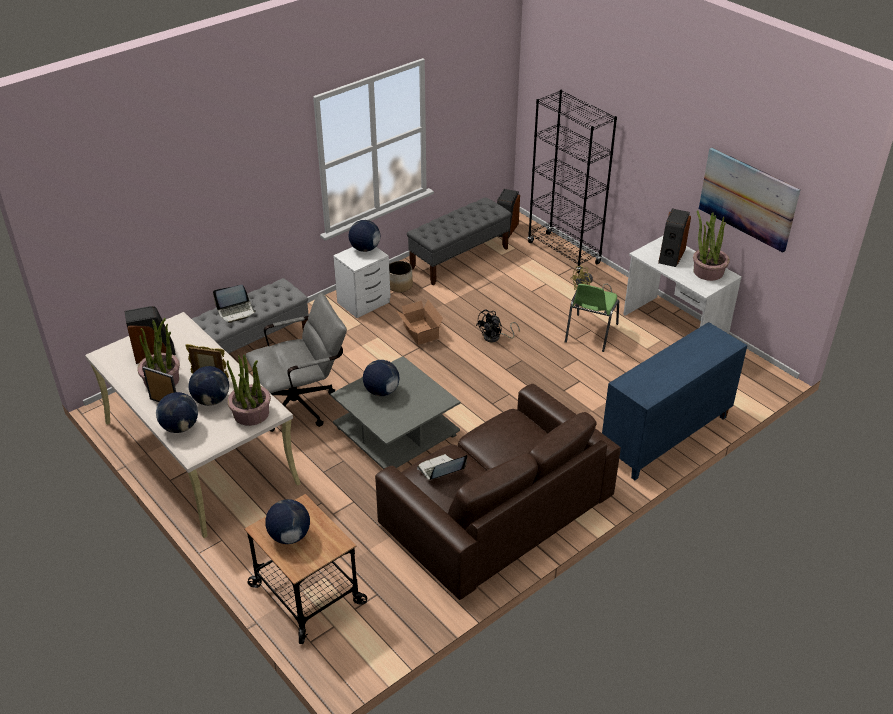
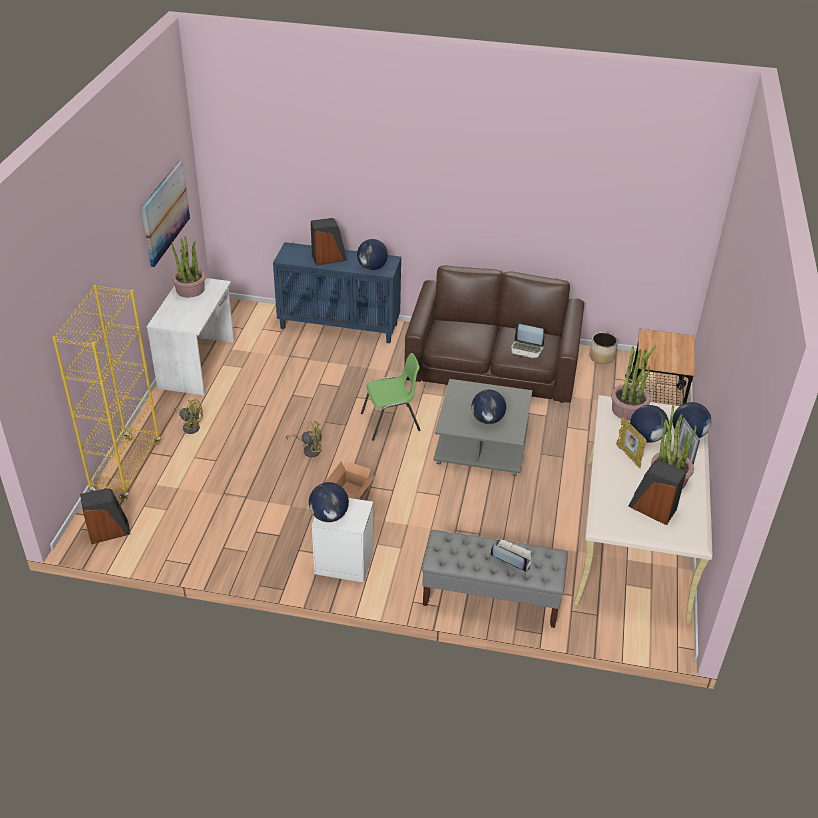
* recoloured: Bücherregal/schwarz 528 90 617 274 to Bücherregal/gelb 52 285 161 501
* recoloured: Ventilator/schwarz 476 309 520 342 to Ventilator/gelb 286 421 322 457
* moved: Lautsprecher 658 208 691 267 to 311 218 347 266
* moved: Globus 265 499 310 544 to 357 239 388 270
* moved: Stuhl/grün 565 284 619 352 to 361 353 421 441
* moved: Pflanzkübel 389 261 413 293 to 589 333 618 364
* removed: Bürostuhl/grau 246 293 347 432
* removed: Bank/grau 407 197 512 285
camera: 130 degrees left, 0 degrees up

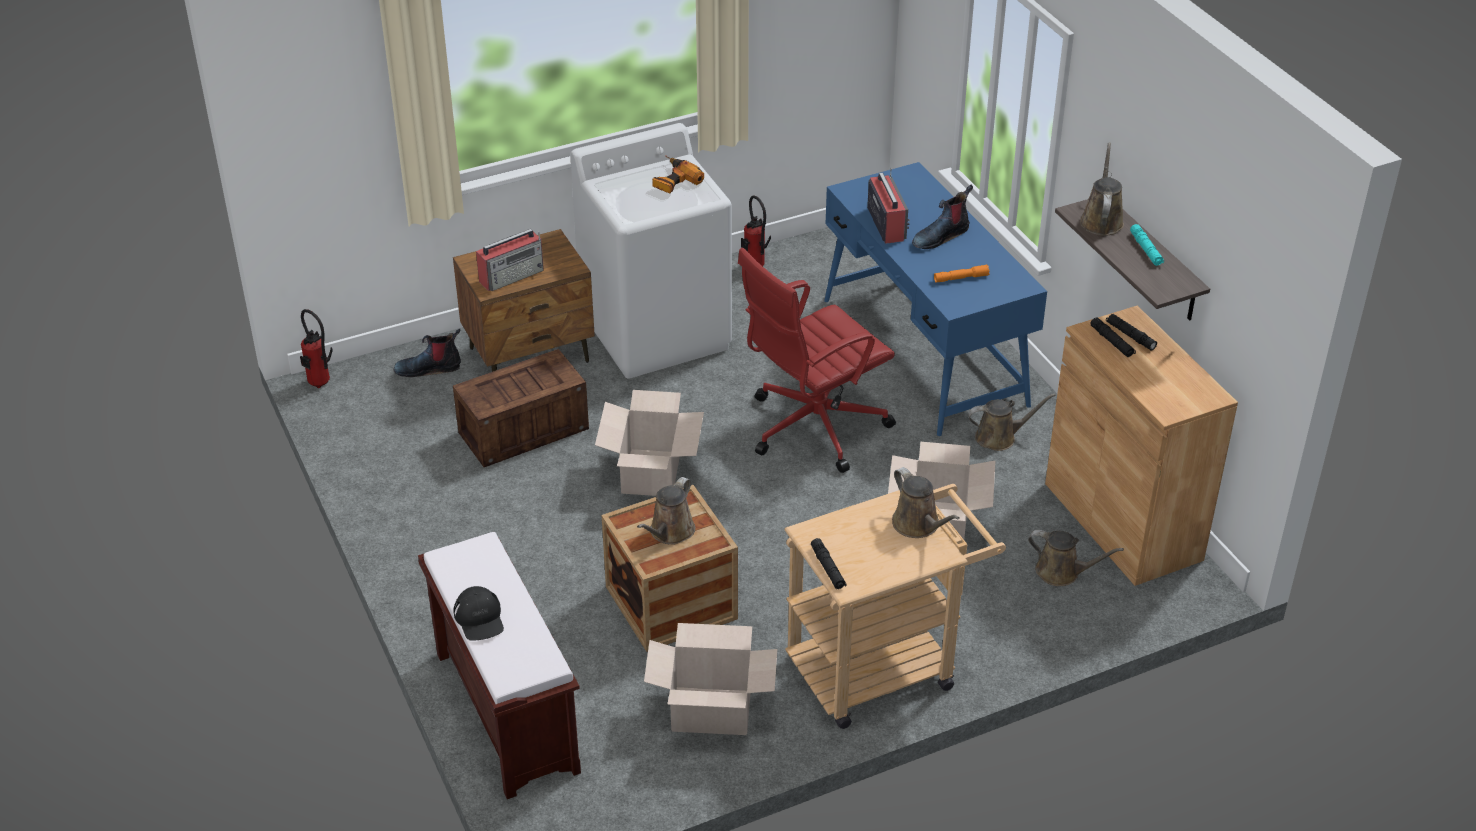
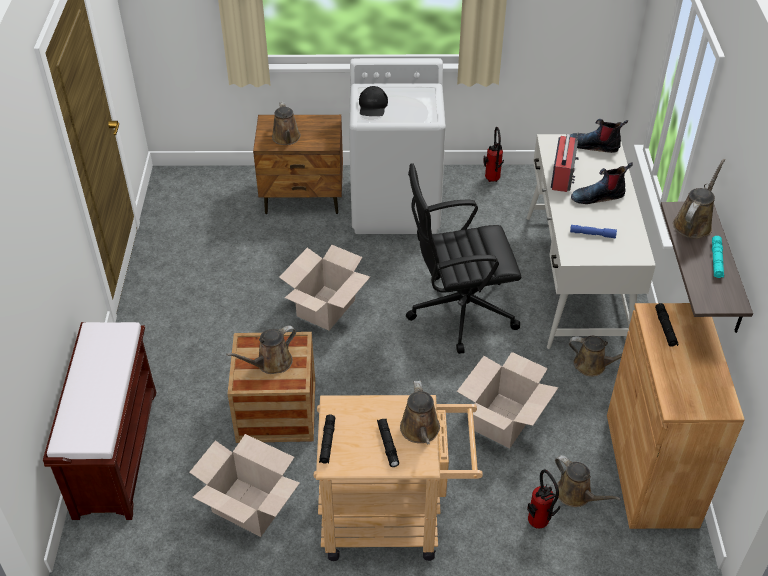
* replaced: Radio 476 229 544 291 to Gießkanne/braun 272 102 301 145
* moved: Kappe/schwarz 453 586 504 641 to 359 86 388 116
* moved: Taschenlampe/schwarz 1106 314 1157 351 to 377 419 399 467
* recoloured: Bürostuhl/rot 738 248 896 473 to Bürostuhl/schwarz 406 163 521 354
* recoloured: Schreibtisch/blau 824 162 1047 436 to Schreibtisch/weiß 527 134 656 349
* moved: Feuerlöscher 300 309 333 388 to 527 470 560 529
* moved: Stiefel 394 329 461 377 to 570 119 628 153
* recoloured: Taschenlampe/orange 934 264 990 283 to Taschenlampe/blau 570 225 617 239
* removed: Kiste 453 349 589 467
* removed: Bohrmaschine 652 155 704 193
camera: 25 degrees right, 5 degrees up

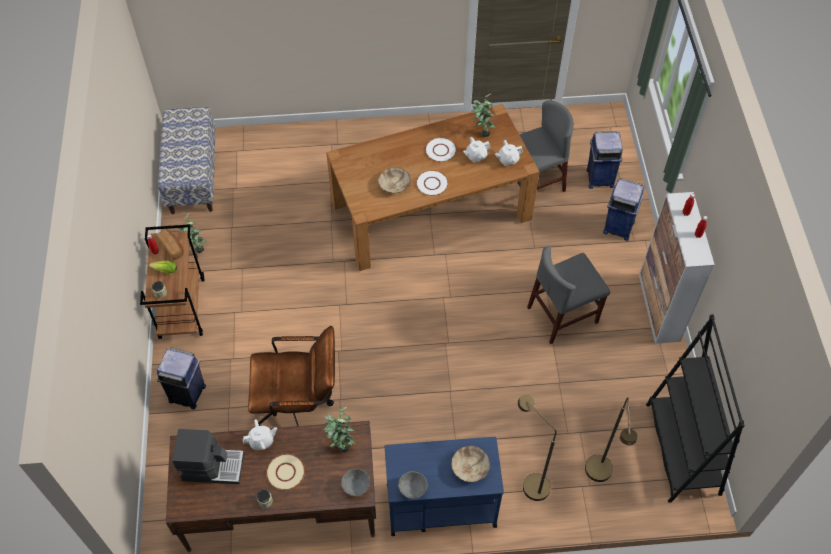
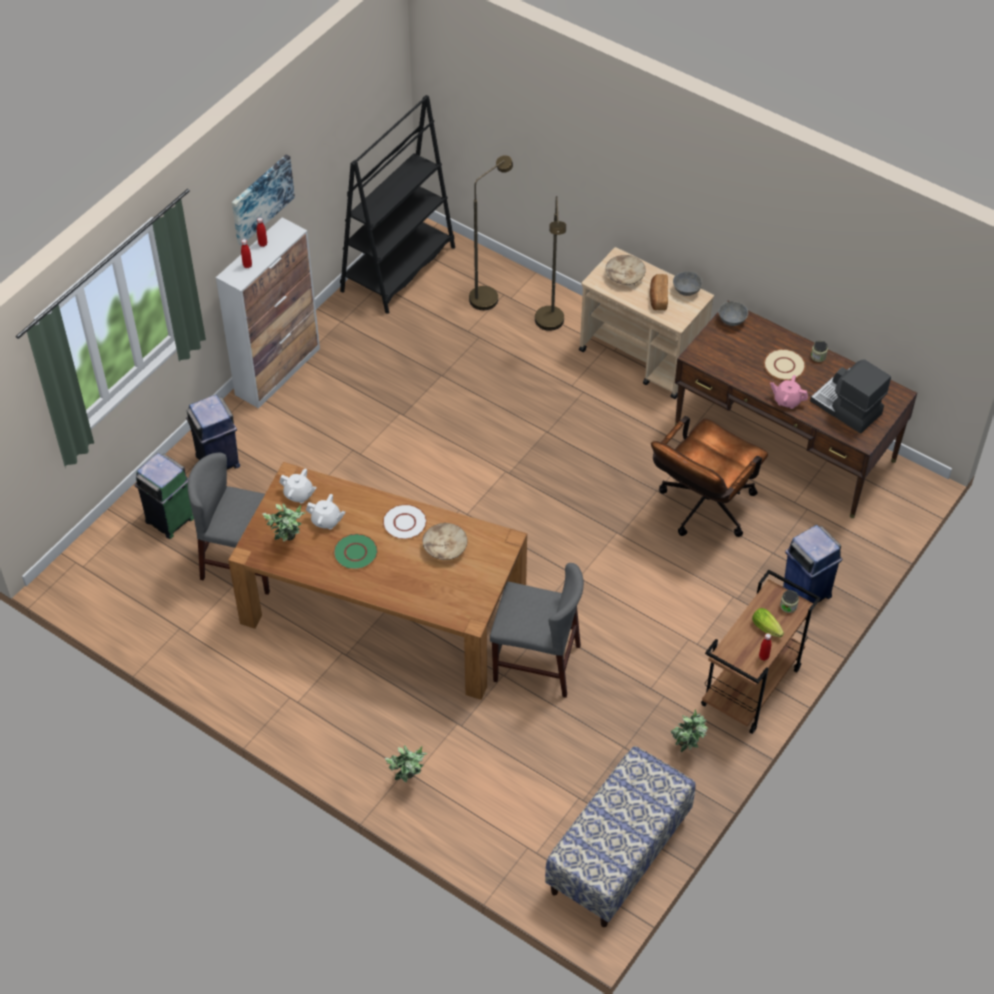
* recoloured: Mülleimer/blau 587 131 623 189 to Mülleimer/grün 135 453 194 539
* added: Bild 232 154 295 245
* recoloured: Teller/weiß 425 137 457 162 to Teller/grün 333 534 378 570
* moved: Topfpflanze 324 407 355 452 to 385 745 427 782
* moved: Stuhl/grau 527 246 610 344 to 490 563 584 698
* recoloured: Rollwagen/blau 385 437 504 536 to Rollwagen/beige 579 247 714 399
* moved: Brot 157 229 184 260 to 650 274 668 310
* turned: Bürostuhl/braun 248 326 335 426 = 651 416 768 537 90 degrees counterclockwise
* recoloured: Teekanne/weiß 243 419 277 450 to Teekanne/rosa 770 375 808 409
camera: 140 degrees left, 5 degrees down

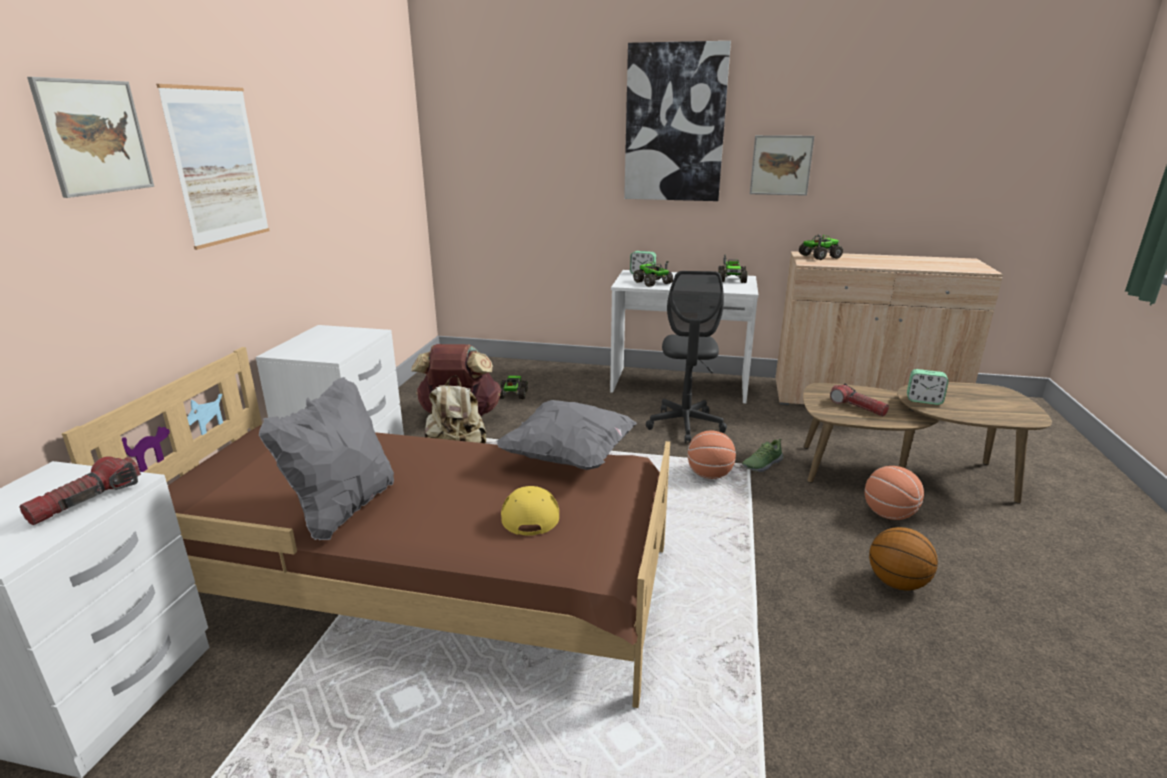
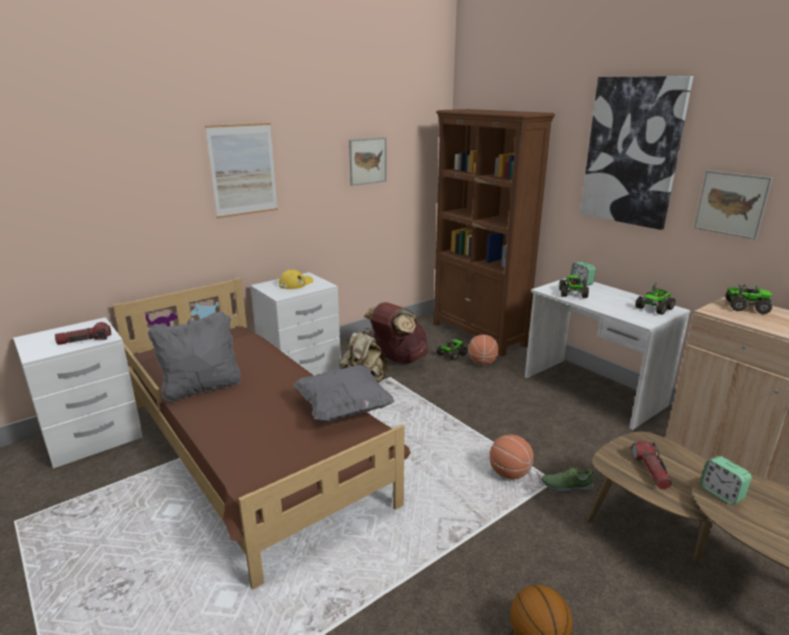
* moved: Kappe/gelb 501 486 559 536 to 279 270 314 289
* moved: Bild 27 77 154 198 to 349 137 387 186
* added: Bücherregal/braun 433 109 555 356
* moved: Basketball 865 466 924 520 to 468 335 499 365
* removed: Bürostuhl/grau 646 271 727 443
camera: 40 degrees right, 0 degrees up

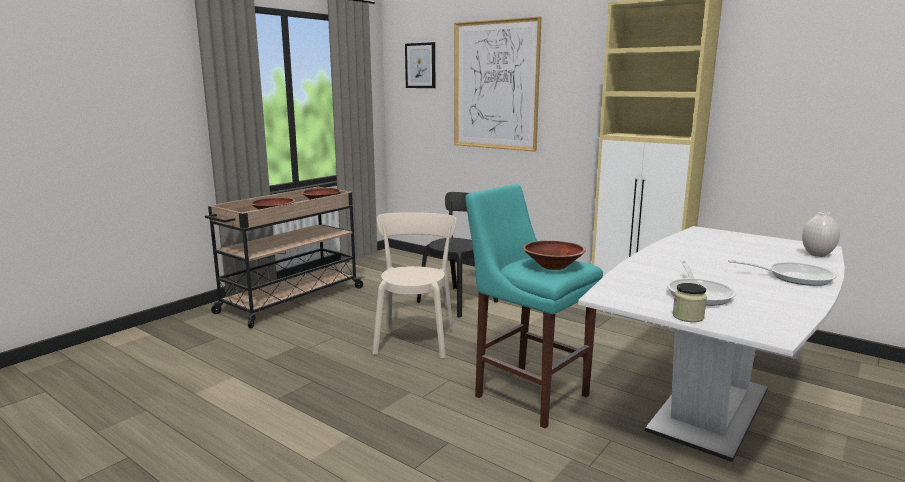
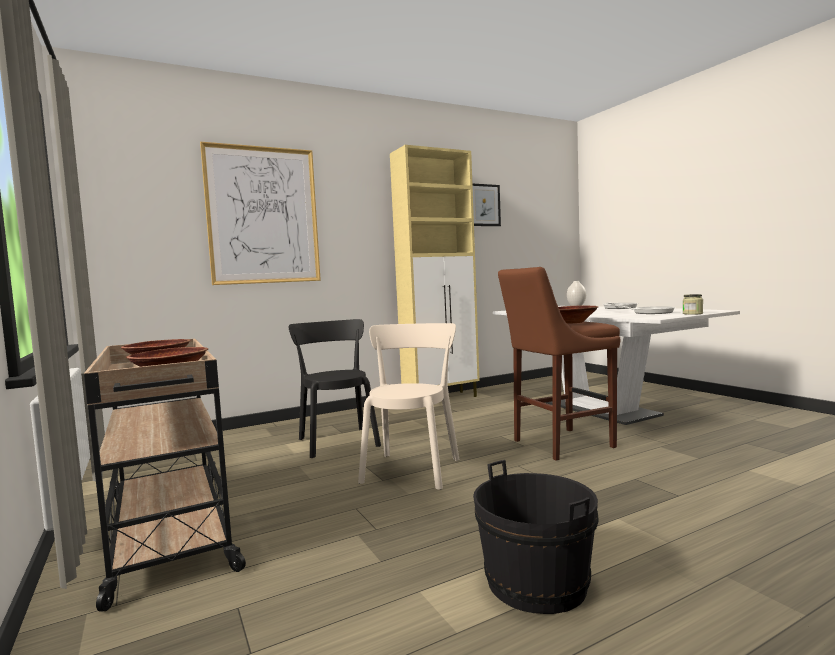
* turned: Stuhl/beige 372 212 456 358 = 358 323 459 490 75 degrees clockwise
* moved: Bild 405 42 435 88 to 472 183 501 226
* added: Eimer/schwarz 473 460 599 614
* recoloured: Hocker/türkis 465 184 603 428 to Hocker/braun 498 267 620 460
camera: 65 degrees left, 10 degrees down

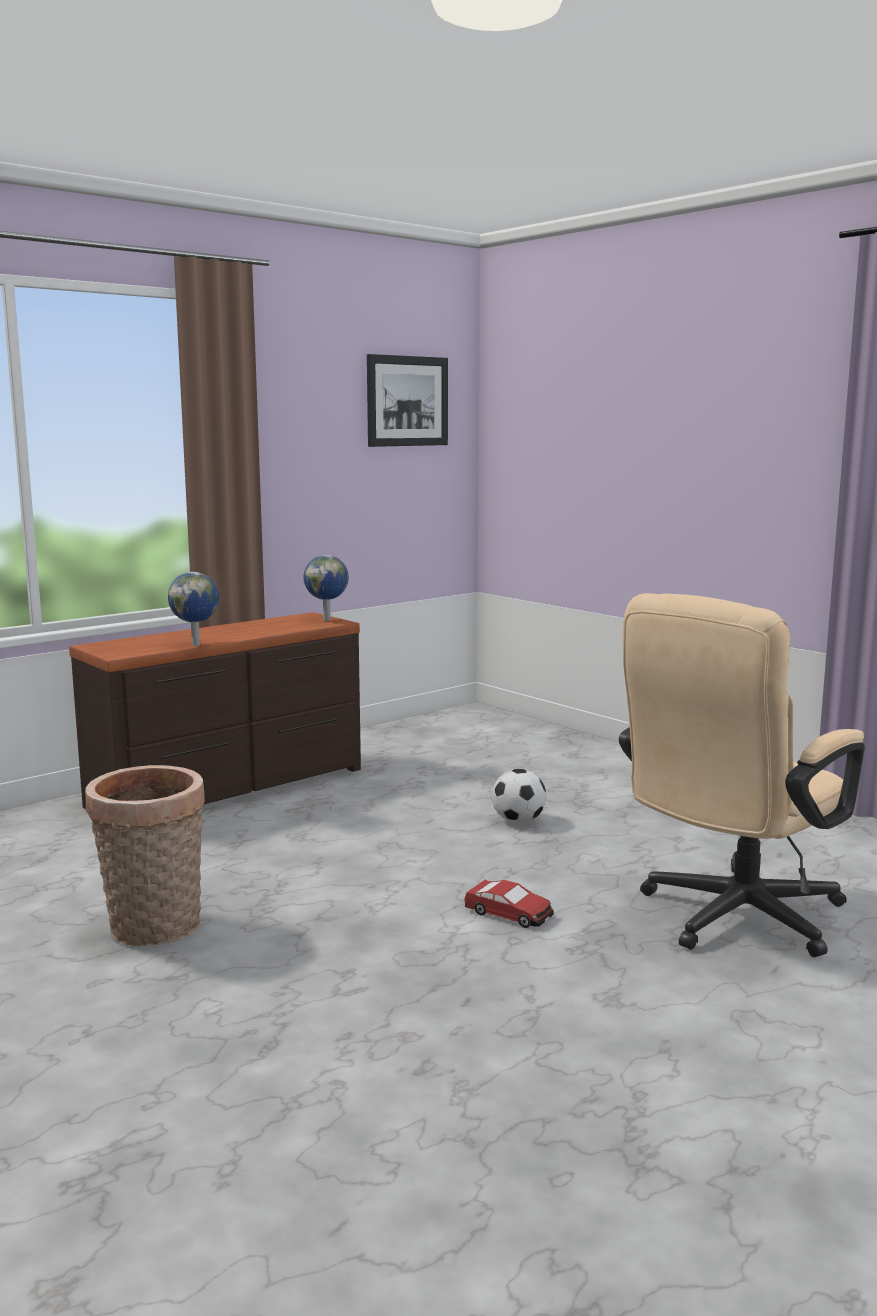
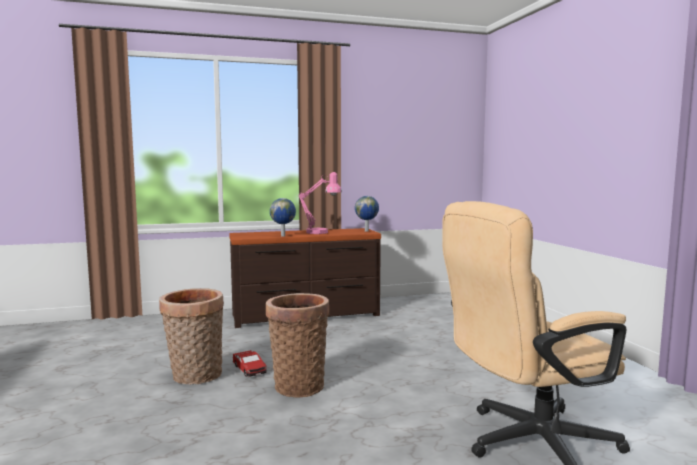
* moved: Spielzeugauto 464 880 554 928 to 233 350 267 377
* added: Korb 266 293 329 398
* added: Tischlampe/rosa 298 172 342 234
* removed: Bild 367 354 448 447
* removed: Fußball 492 769 546 823
camera: 25 degrees right, 5 degrees down

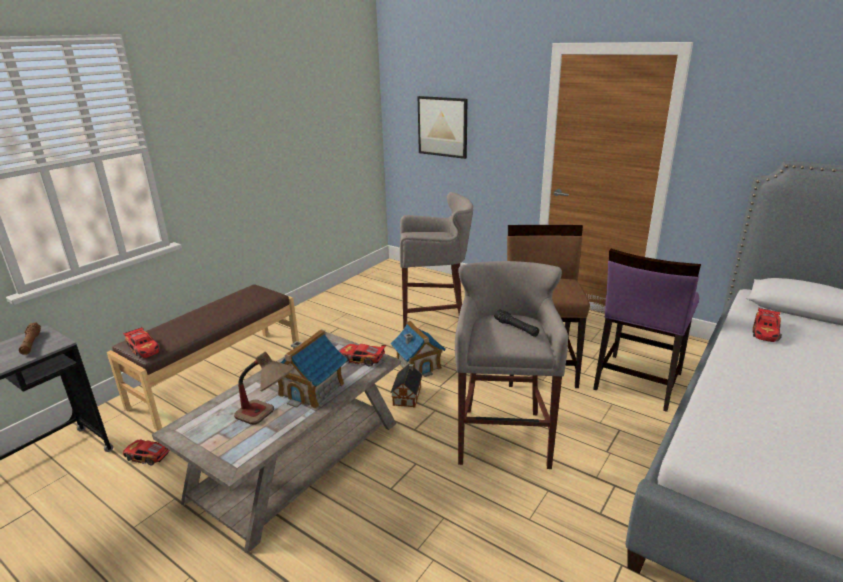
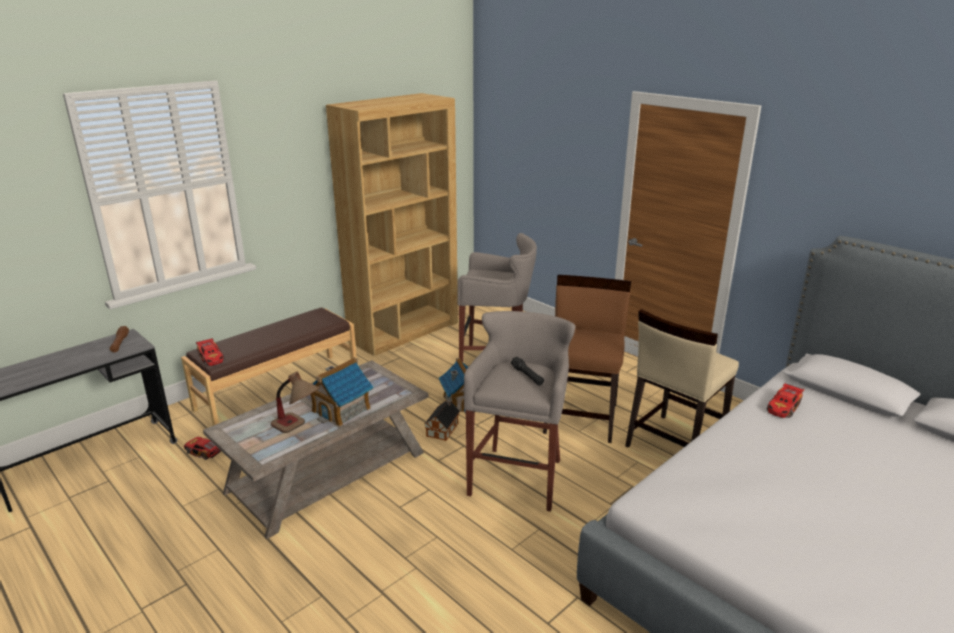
* added: Bücherregal/braun 326 93 458 356
* recoloured: Stuhl/lila 593 249 701 412 to Stuhl/beige 625 309 739 448
* removed: Spielzeugauto 339 344 387 366
* removed: Bild 418 96 467 159
camera: 10 degrees right, 0 degrees up

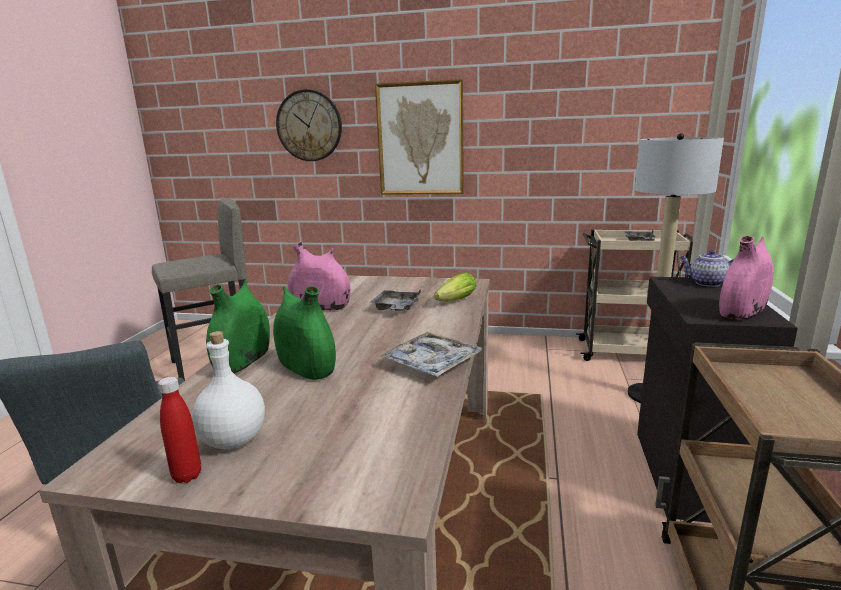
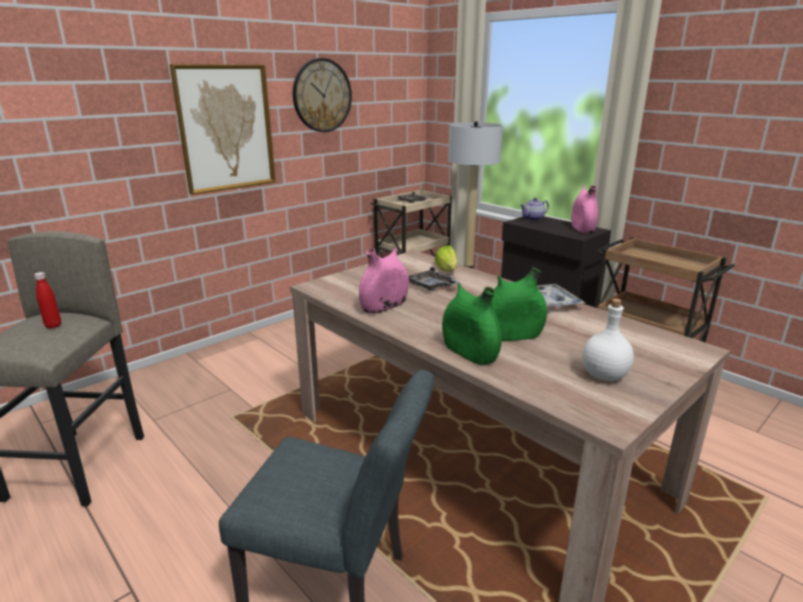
* moved: Flasche/rot 158 377 201 483 to 34 272 61 329
* moved: Wanduhr 276 89 342 161 to 293 58 352 132
camera: 55 degrees left, 5 degrees up

